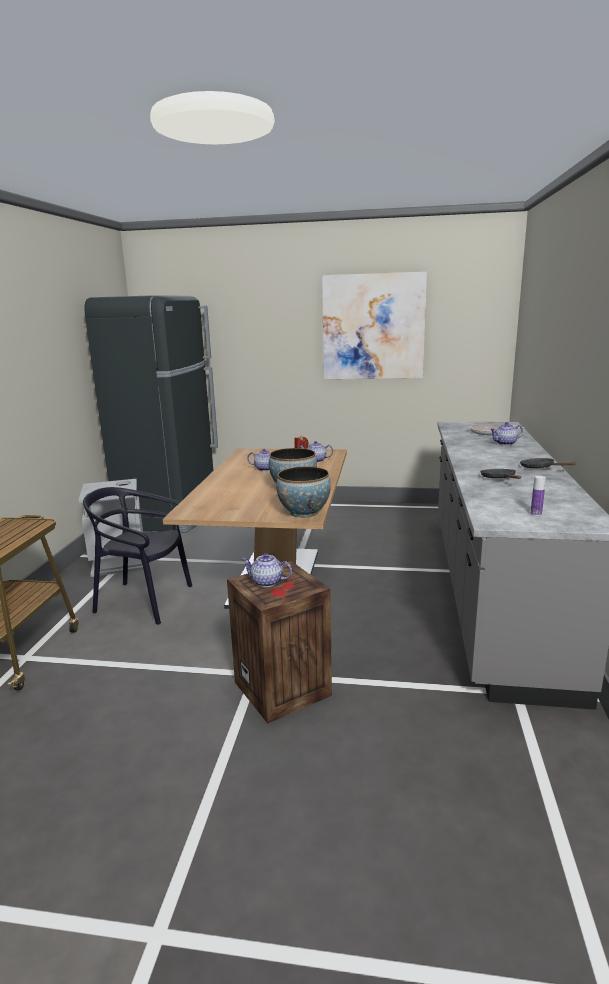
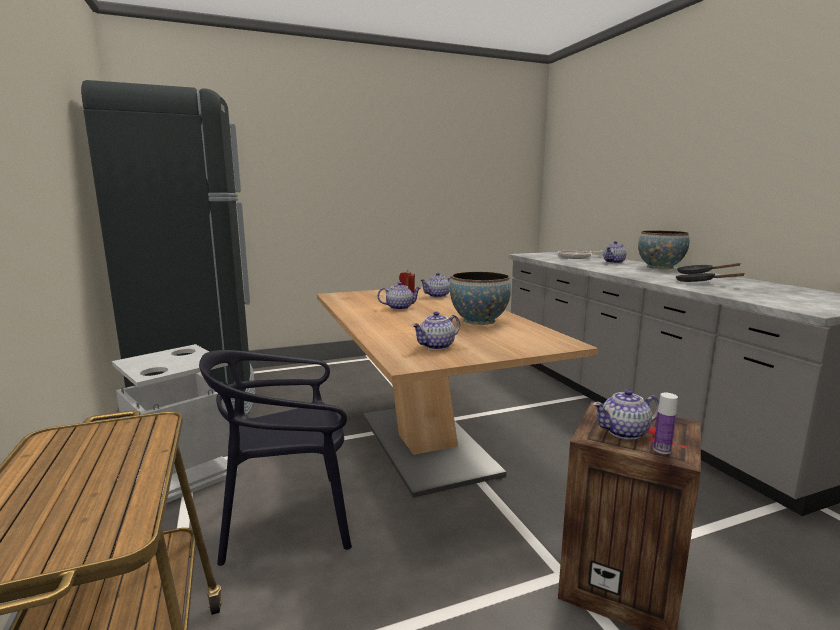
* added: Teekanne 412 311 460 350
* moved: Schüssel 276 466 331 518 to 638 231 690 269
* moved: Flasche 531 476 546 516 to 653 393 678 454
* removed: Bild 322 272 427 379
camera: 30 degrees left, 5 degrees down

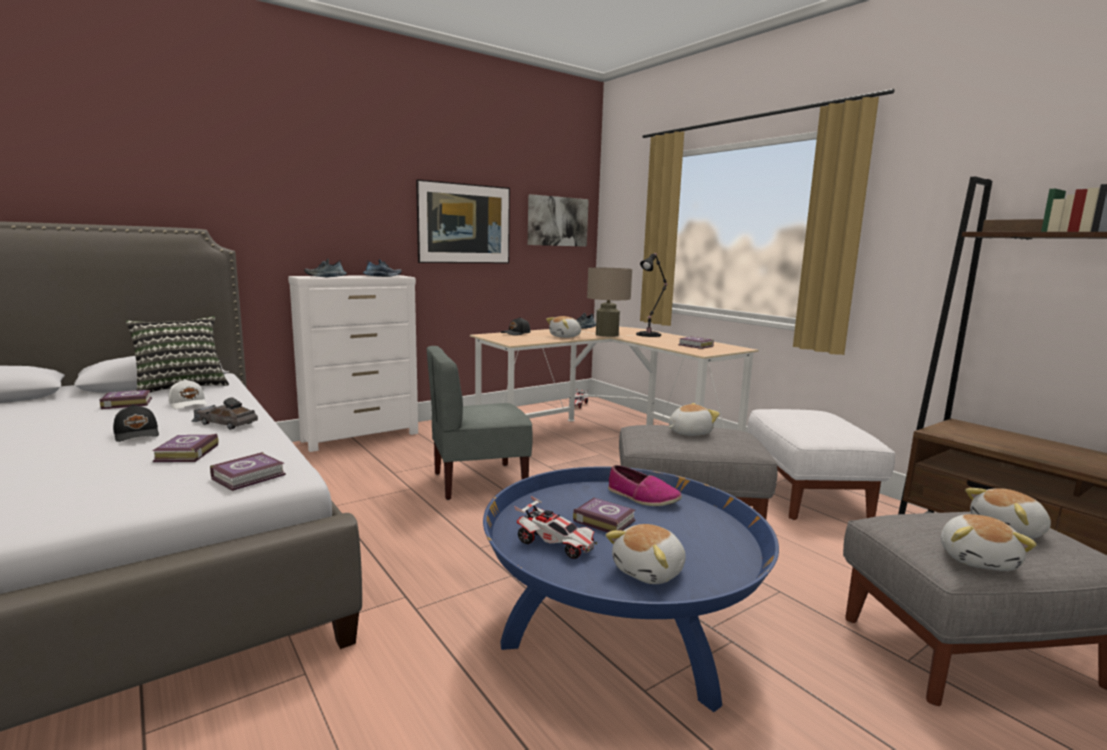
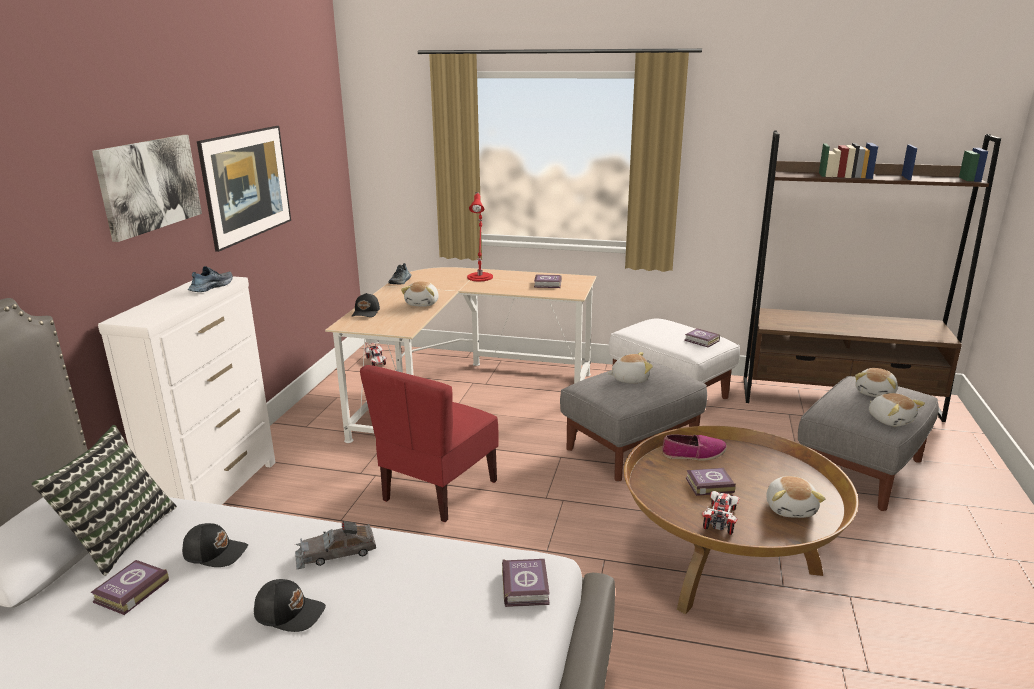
* moved: Bild 528 194 589 247 to 92 135 202 242
* recoloured: Kappe/weiß 169 379 208 409 to Kappe/schwarz 182 523 248 567
* recoloured: Stuhl/grau 426 346 532 500 to Stuhl/rot 360 365 499 522
* recoloured: Tischlampe/schwarz 636 253 667 337 to Tischlampe/rot 467 192 493 281
* turned: Plüschtier 669 403 720 436 = 607 352 653 383 60 degrees clockwise
* recoloured: Couchtisch/blau 483 467 779 712 to Couchtisch/braun 624 426 859 614
* moved: Buch 152 434 218 462 to 684 328 720 347
* turned: Spielzeugauto 514 496 597 559 = 703 491 739 535 60 degrees counterclockwise
* removed: Schuh 304 259 347 277
* removed: Tischlampe/beige 587 267 632 337
camera: 40 degrees left, 10 degrees up

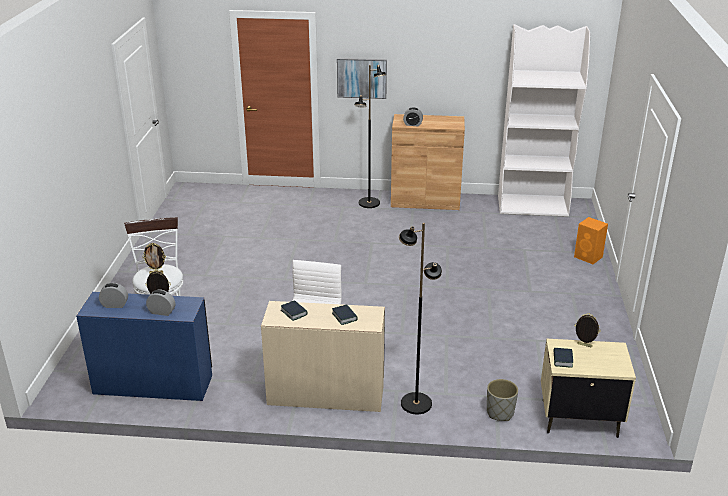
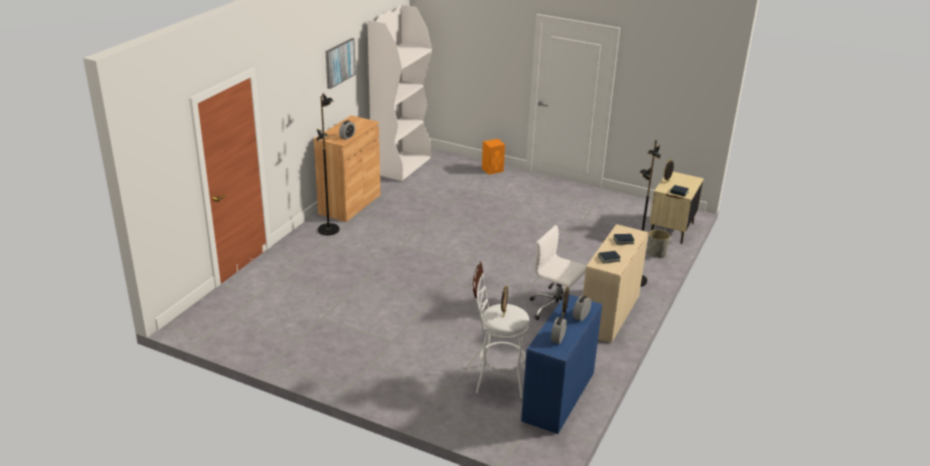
* moved: Bild 337 58 387 99 to 326 38 356 89
camera: 70 degrees left, 0 degrees up

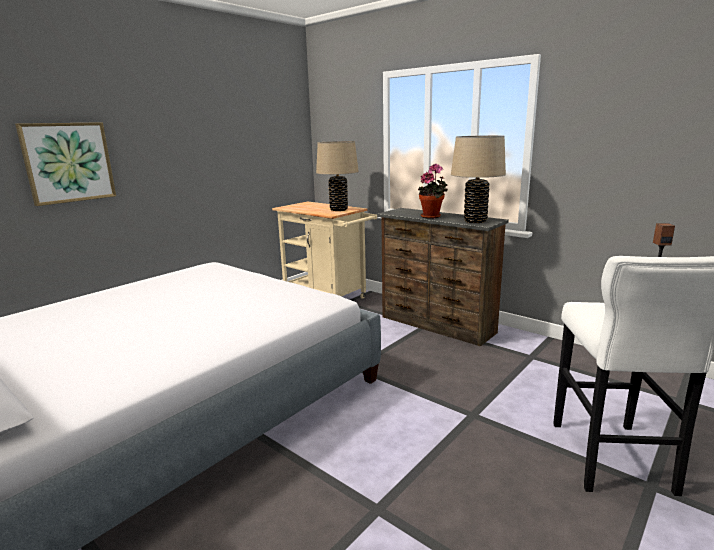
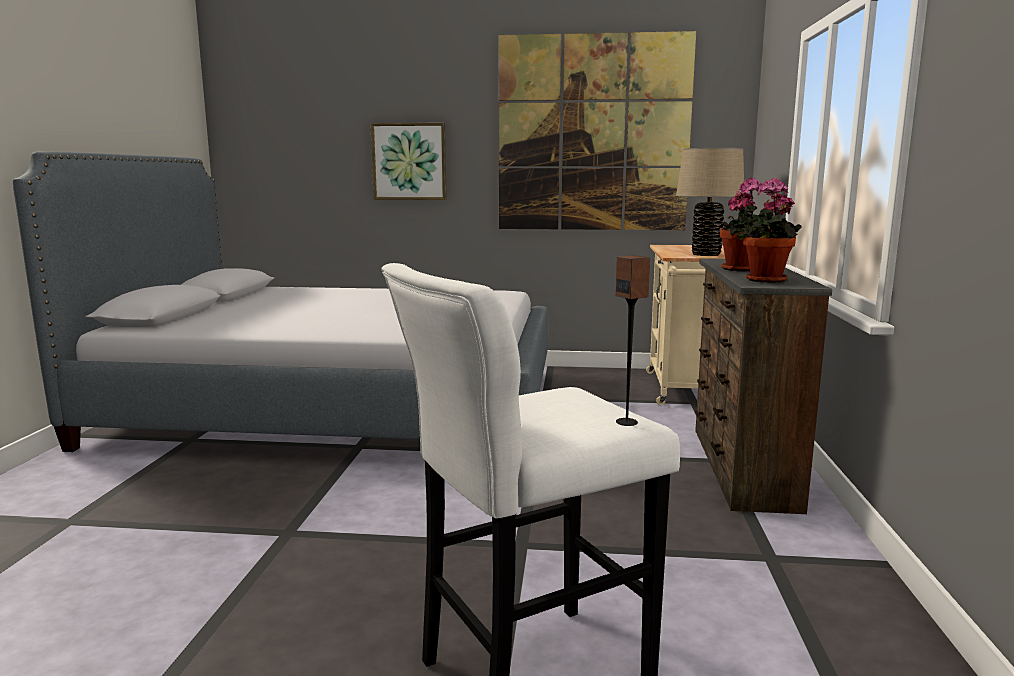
* added: Bild 498 31 696 230
* replaced: Tischlampe/beige 451 135 506 223 to Topfpflanze 737 178 802 283
camera: 55 degrees right, 5 degrees down

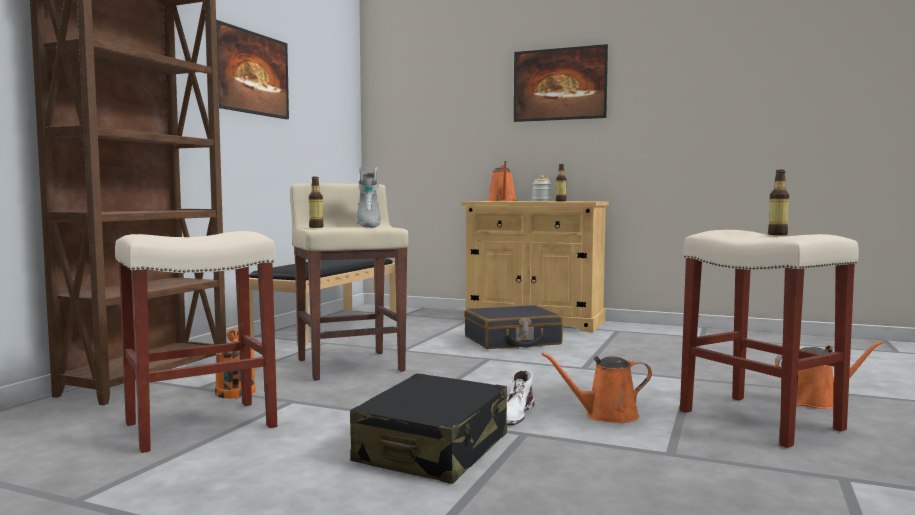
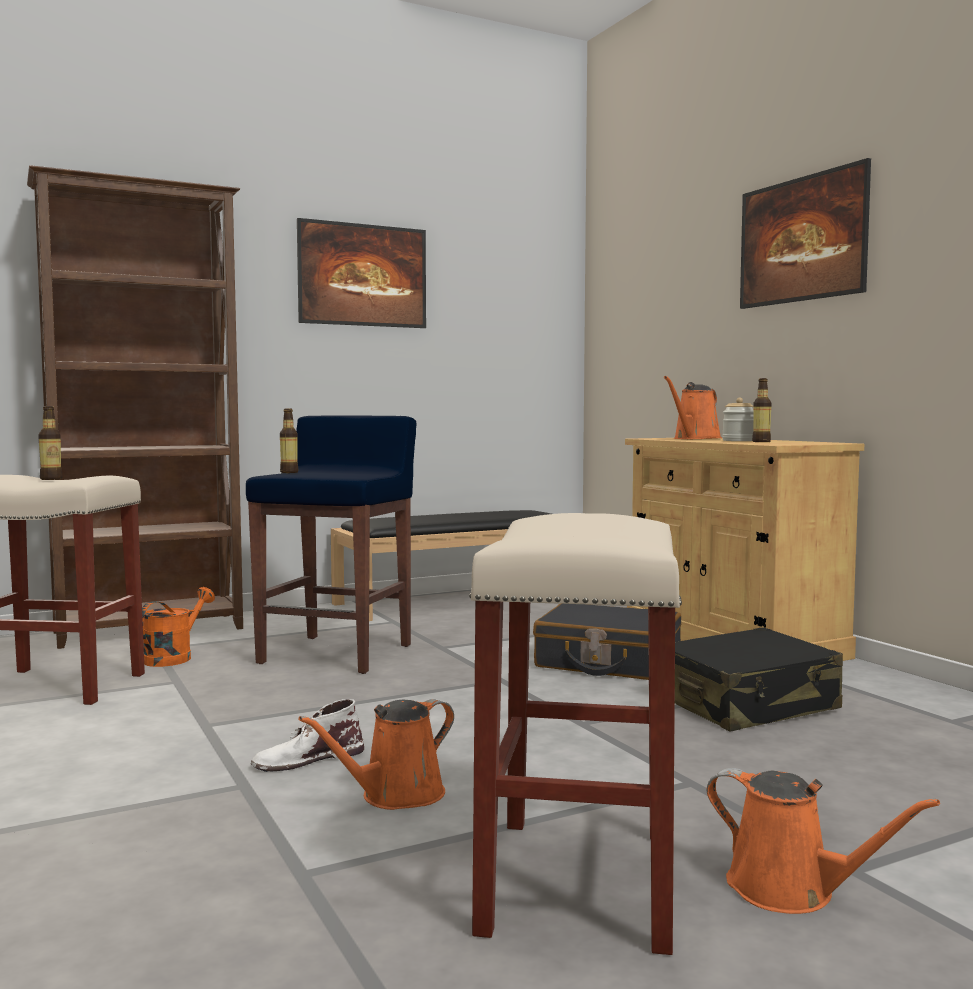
* moved: Flasche 768 169 789 235 to 38 406 63 480
* recoloured: Hocker/beige 290 184 408 381 to Hocker/blau 246 415 416 674
* turned: Gießkanne/orange 541 352 652 423 = 299 699 454 810 75 degrees counterclockwise
* moved: Koffer/schwarz 350 373 507 484 to 675 628 843 732
* removed: Stiefel/grau 356 167 381 228
camera: 40 degrees right, 0 degrees up

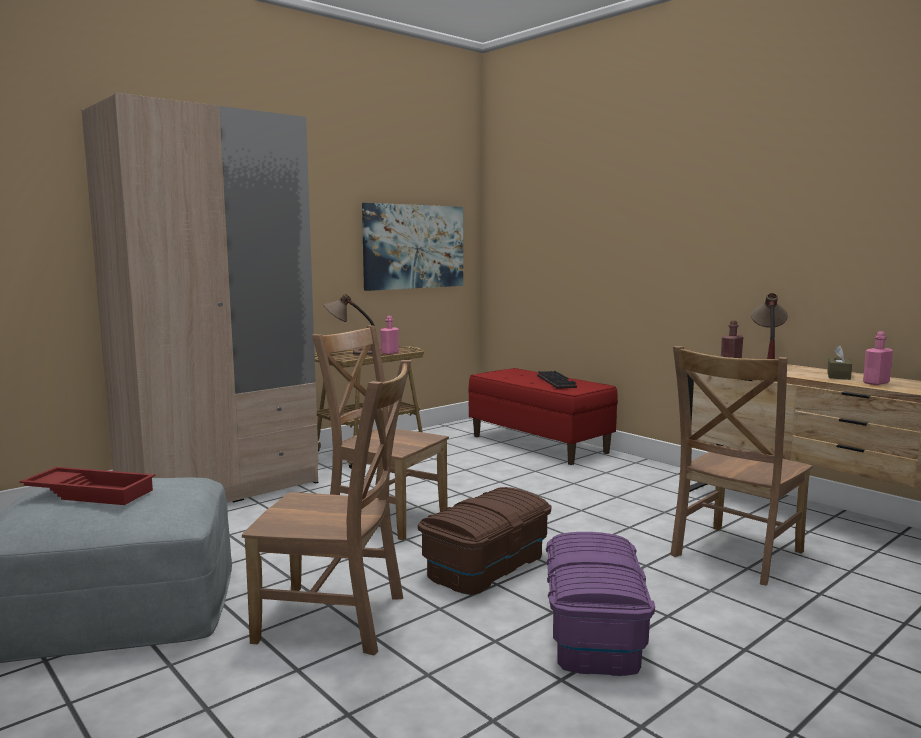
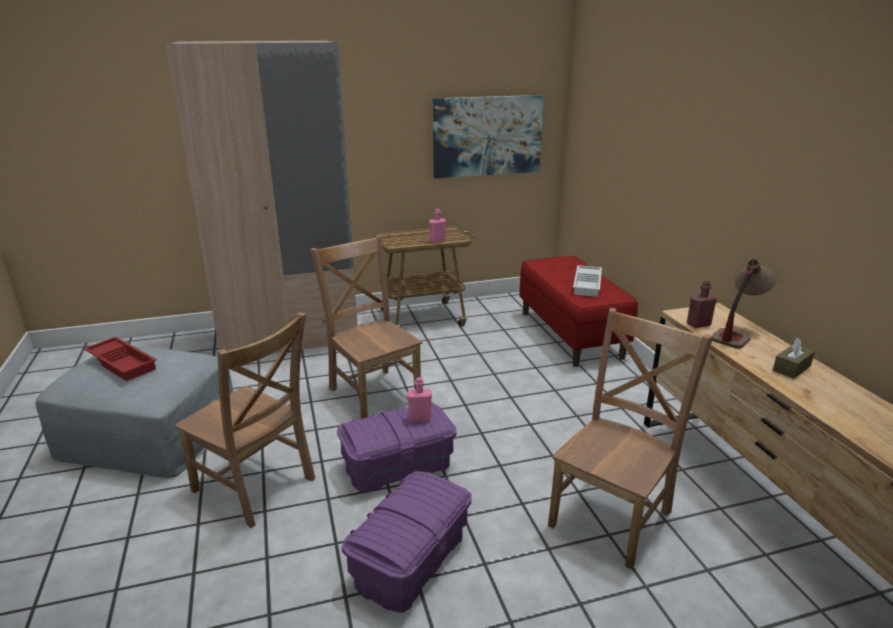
* recoloured: Aufbewahrungsbox/braun 418 487 552 595 to Aufbewahrungsbox/lila 337 402 457 493
* moved: Flasche/rosa 863 332 893 385 to 407 377 432 422
* turned: Stuhl/braun 670 346 813 586 = 548 308 713 570 150 degrees clockwise
* replaced: Tastatur 537 371 577 389 to Tablett/weiß 573 265 602 297
* removed: Tischlampe 323 294 375 355
camera: 25 degrees right, 15 degrees up

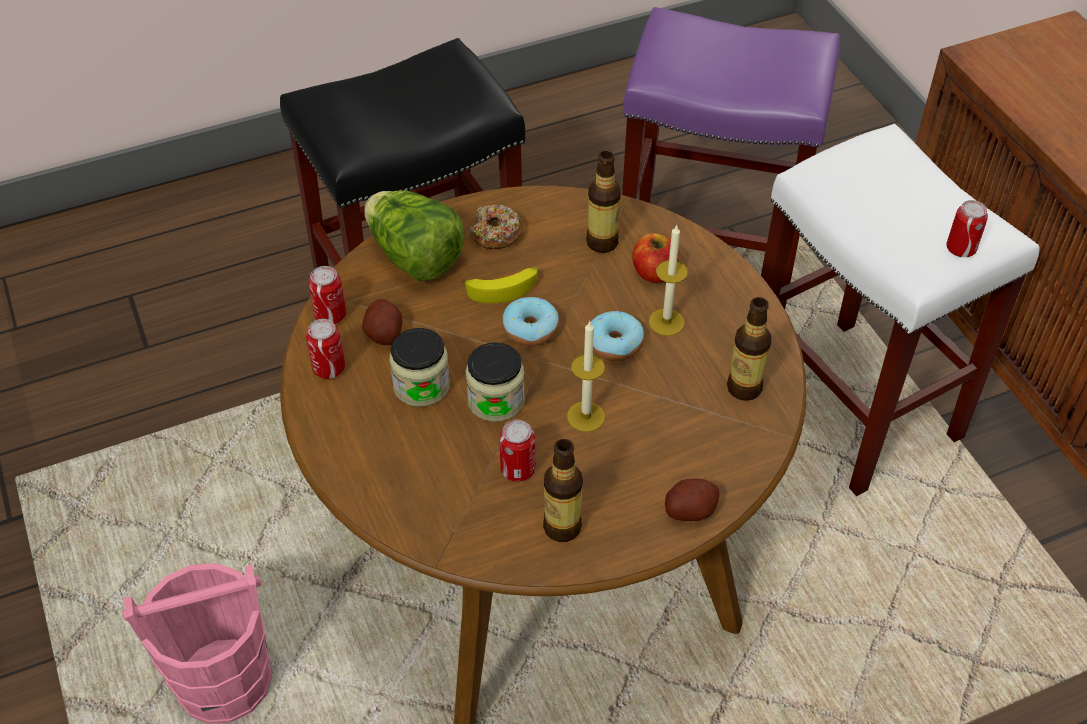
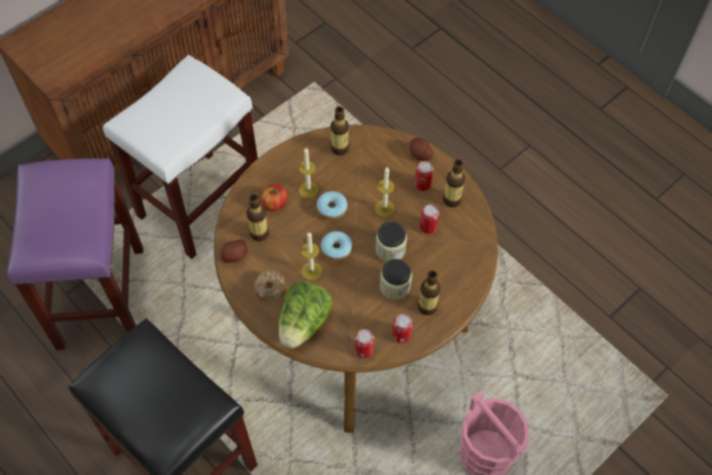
* moved: Kartoffel 362 299 402 345 to 221 239 247 263
* replaced: Banane 462 267 538 303 to Kerze 301 232 322 280
* moved: Dose 946 200 988 257 to 414 161 434 191
* added: Flasche 418 270 441 315
camera: 110 degrees left, 10 degrees up

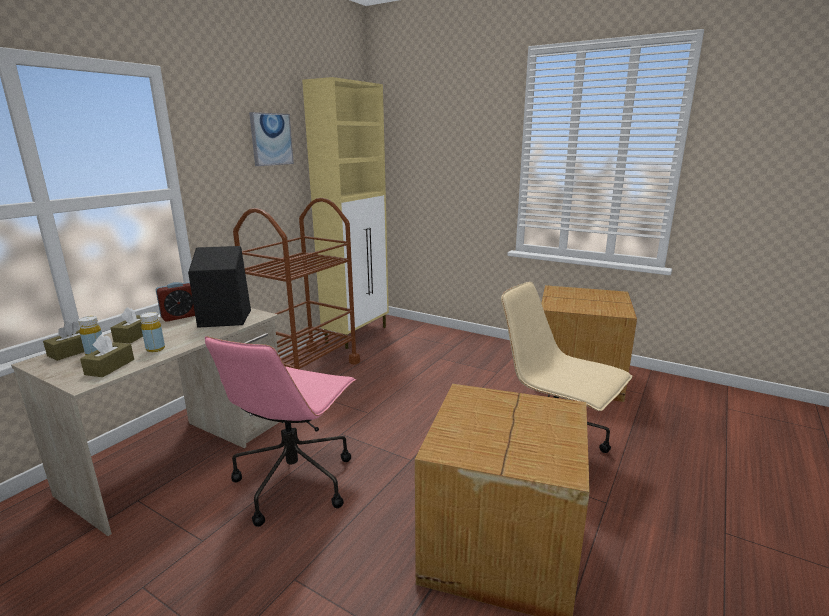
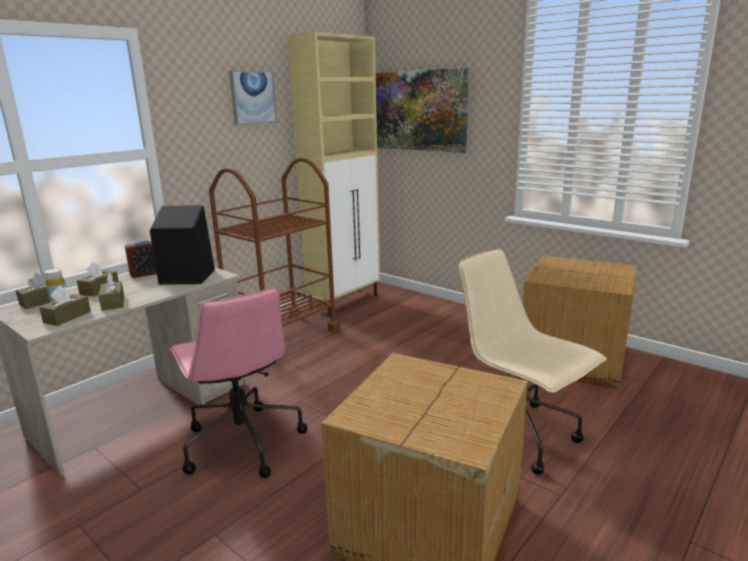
* replaced: Flasche/gelb 140 312 165 352 to Taschentuchbox/braun 98 273 124 311
* turned: Bürostuhl/rosa 205 336 356 527 = 170 287 307 478 60 degrees counterclockwise
* added: Bild 376 68 469 153
camera: 10 degrees right, 0 degrees up

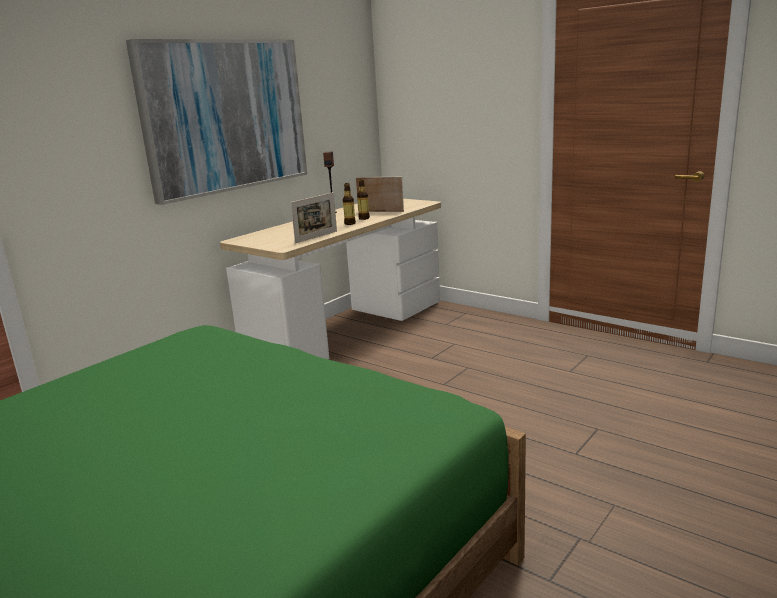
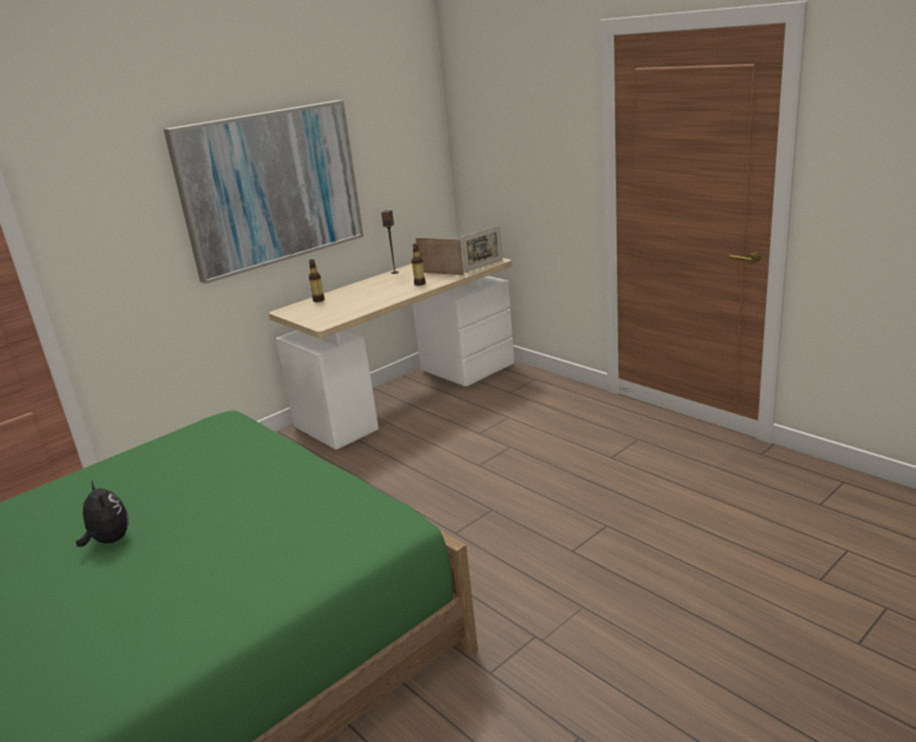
* added: Plüschtier 76 480 129 547
* moved: Flasche 343 183 356 225 to 309 259 325 302
* moved: Bilderrahmen 291 192 337 243 to 461 225 502 273
camera: 10 degrees right, 5 degrees up

